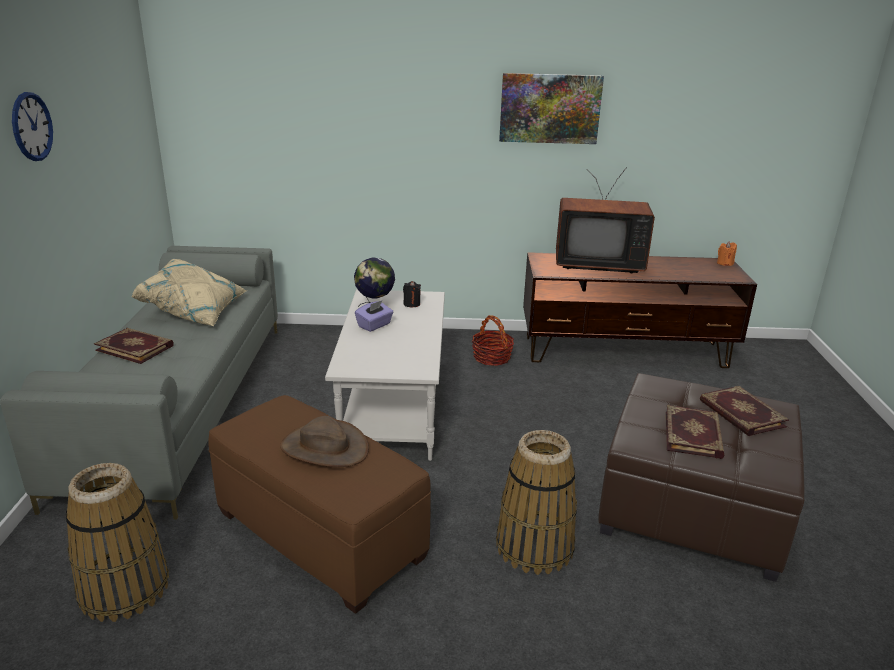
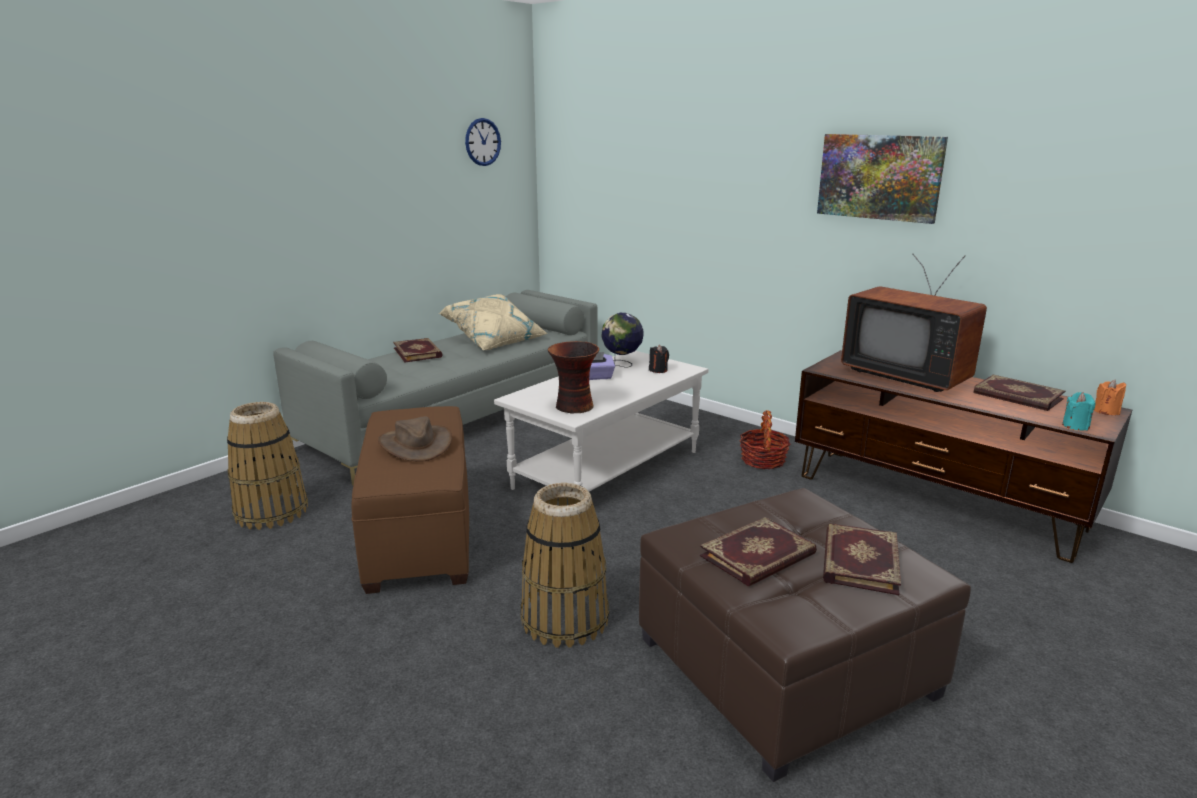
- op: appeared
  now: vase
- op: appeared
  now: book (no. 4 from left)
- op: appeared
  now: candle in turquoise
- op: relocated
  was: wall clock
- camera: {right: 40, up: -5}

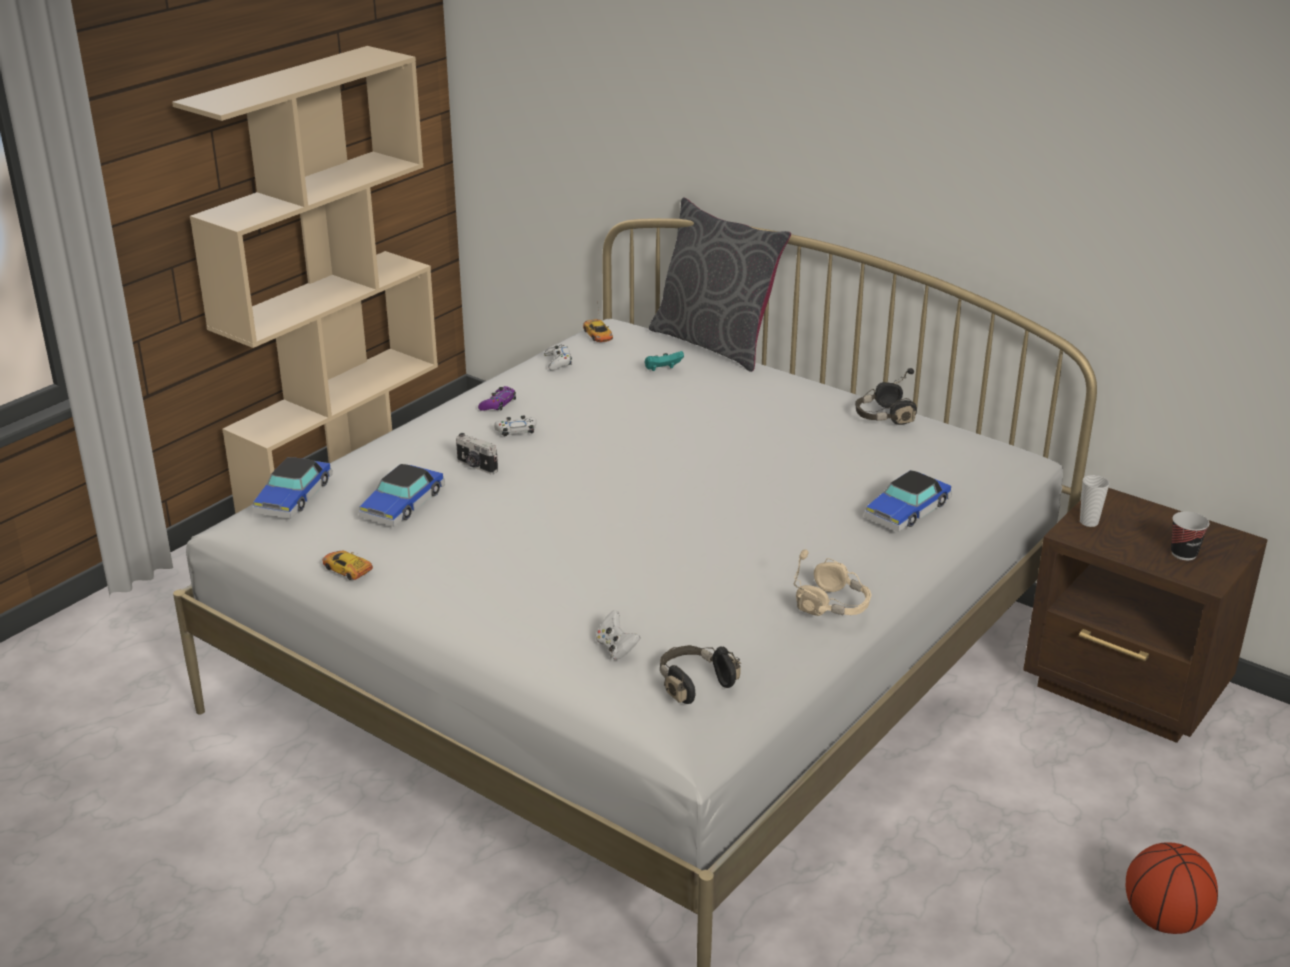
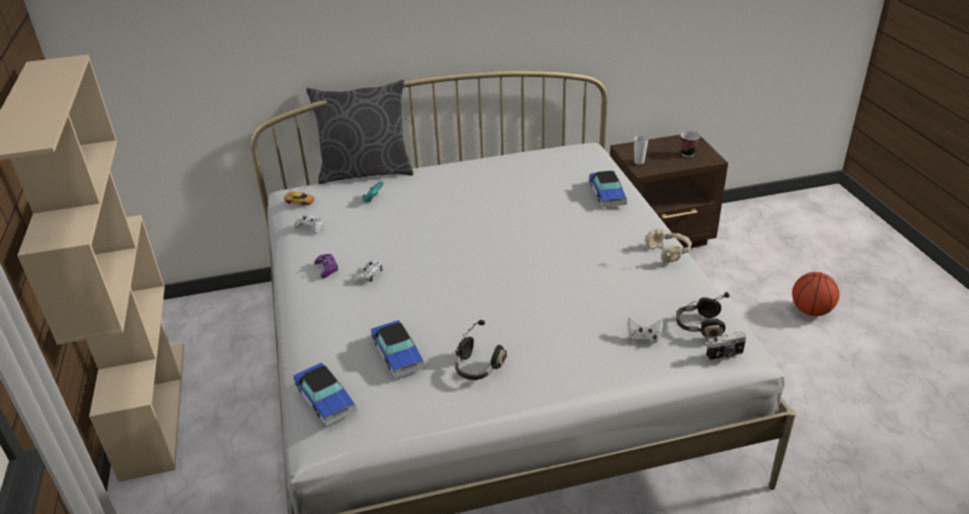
- op: missing
  was: toy car (no. 2 from left)
- op: relocated
  was: photo camera
- op: relocated
  was: headphones in black (no. 2 from left in the first image)
  now: headphones in black (no. 1 from left)
- camera: {right: -50, up: 5}

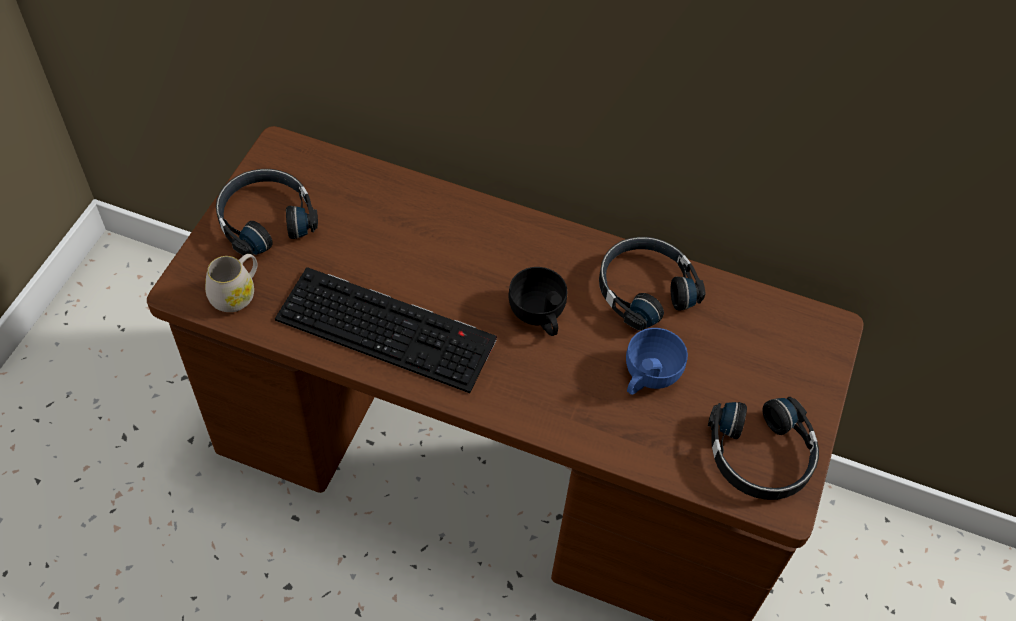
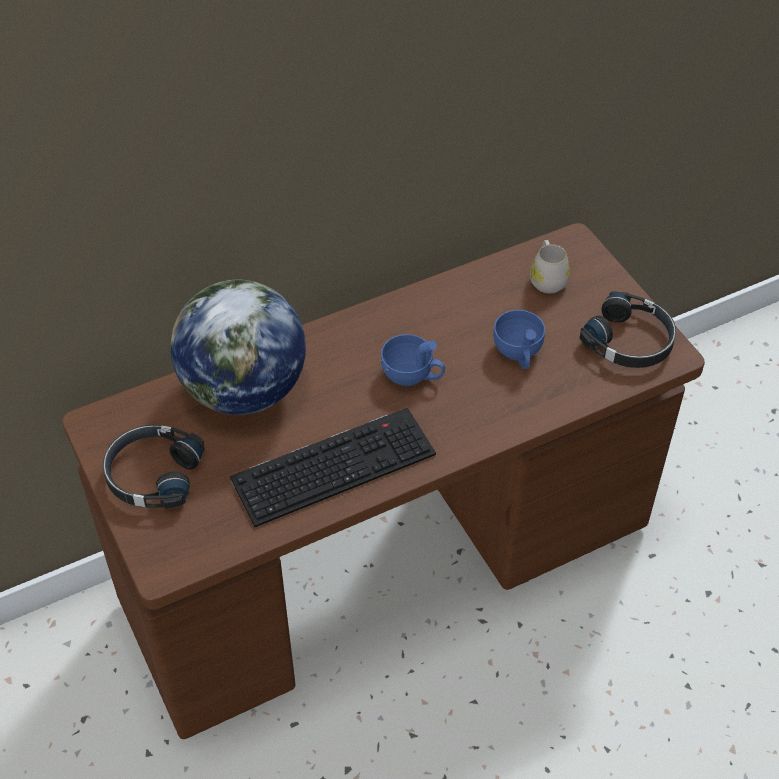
- op: missing
  was: headphones in black (no. 2 from left)
- op: appeared
  now: globe
- op: relocated
  was: mug in white
- op: colour
  was: cup in black
  now: cup in blue (no. 1 from left)
- camera: {right: -45, up: -5}

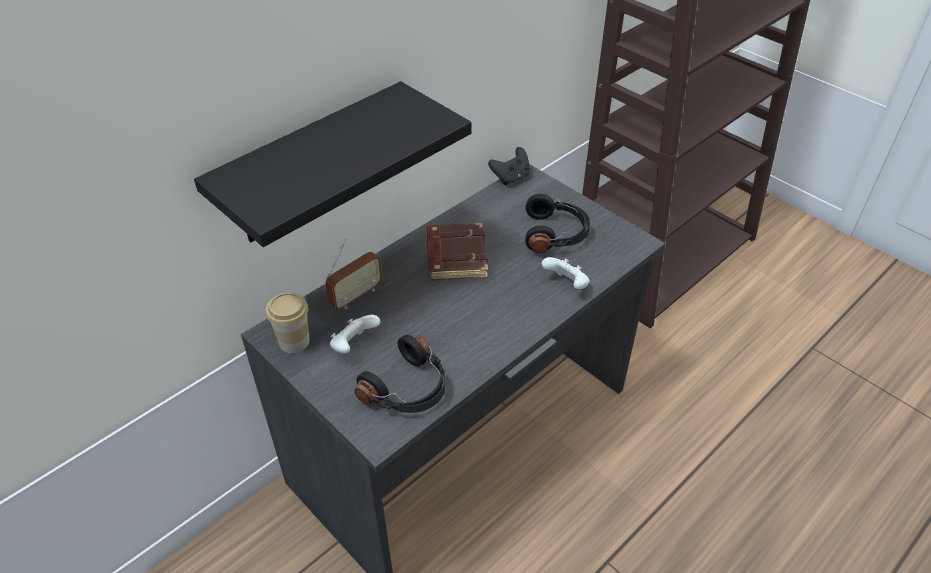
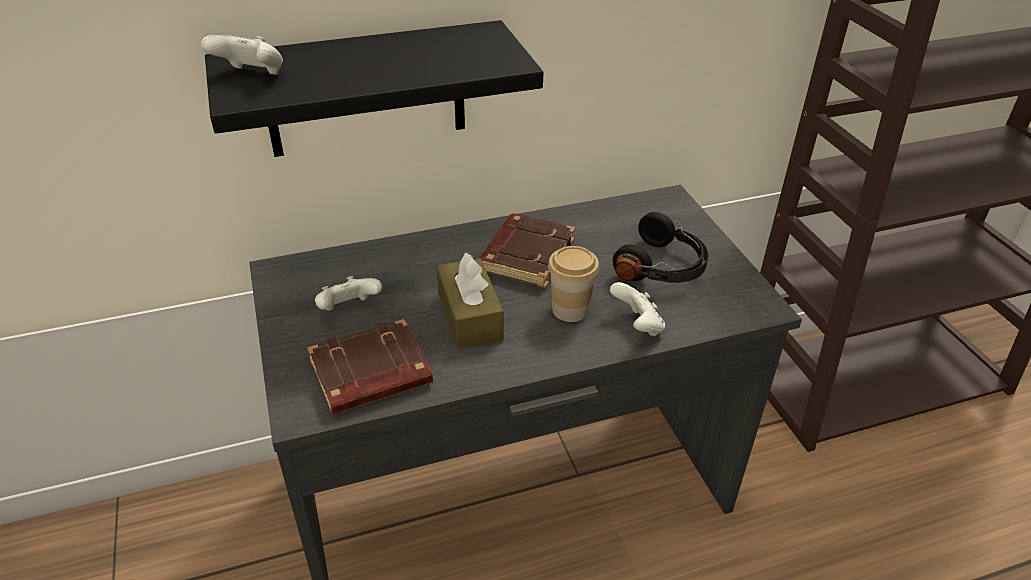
- op: missing
  was: radio
- op: missing
  was: game controller in black
- op: appeared
  now: game controller in white (no. 1 from left)
- op: appeared
  now: tissue box in brown
- op: relocated
  was: cup
- op: exchanged
  was: headphones in black (no. 1 from left)
  now: book in brown (no. 1 from left)
- camera: {right: 25, up: -5}

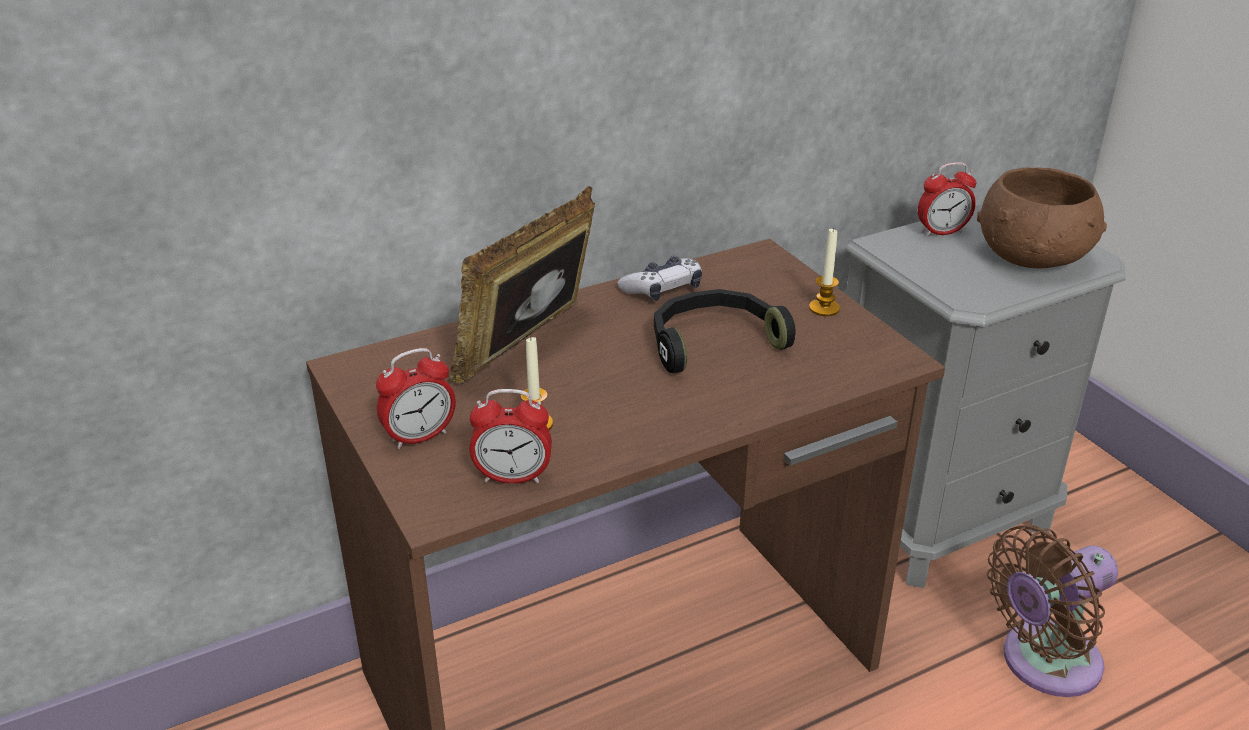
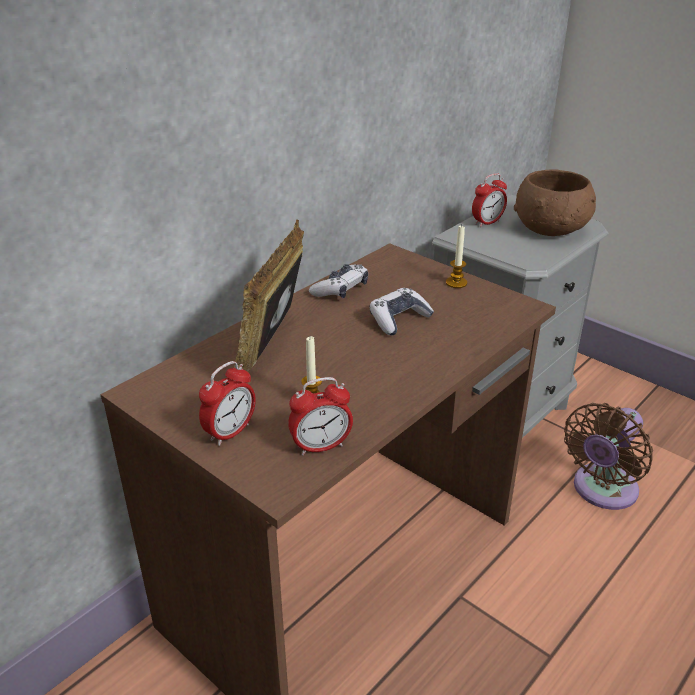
- op: exchanged
  was: headphones in black
  now: game controller (no. 2 from left)
- camera: {right: -20, up: 0}

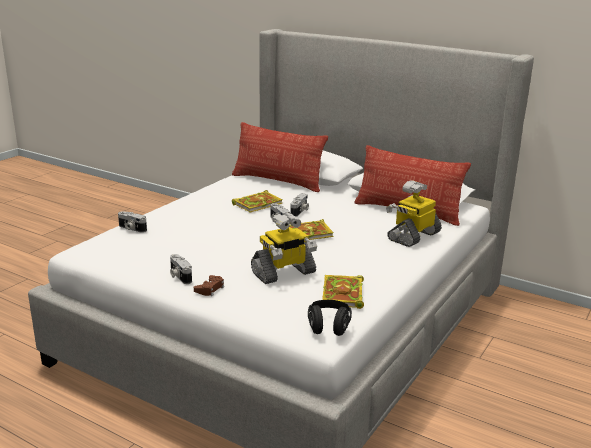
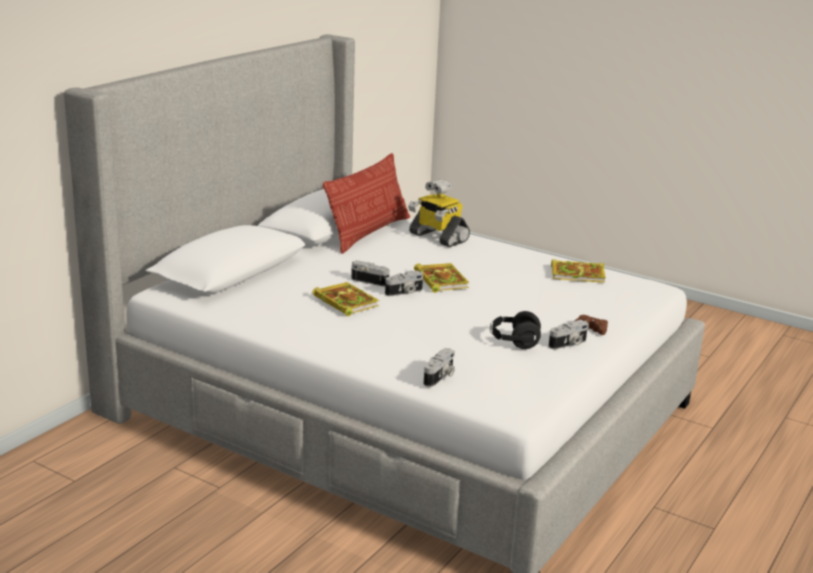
- op: missing
  was: pillow (no. 1 from left)
- op: missing
  was: toy robot (no. 1 from left)
- op: relocated
  was: headphones in black
- camera: {right: -90, up: 0}

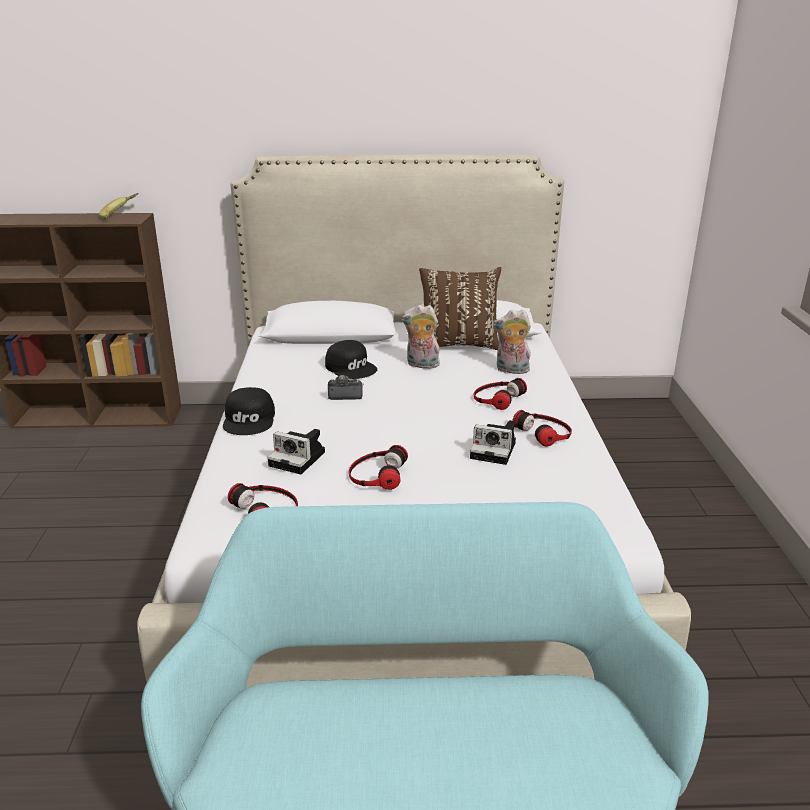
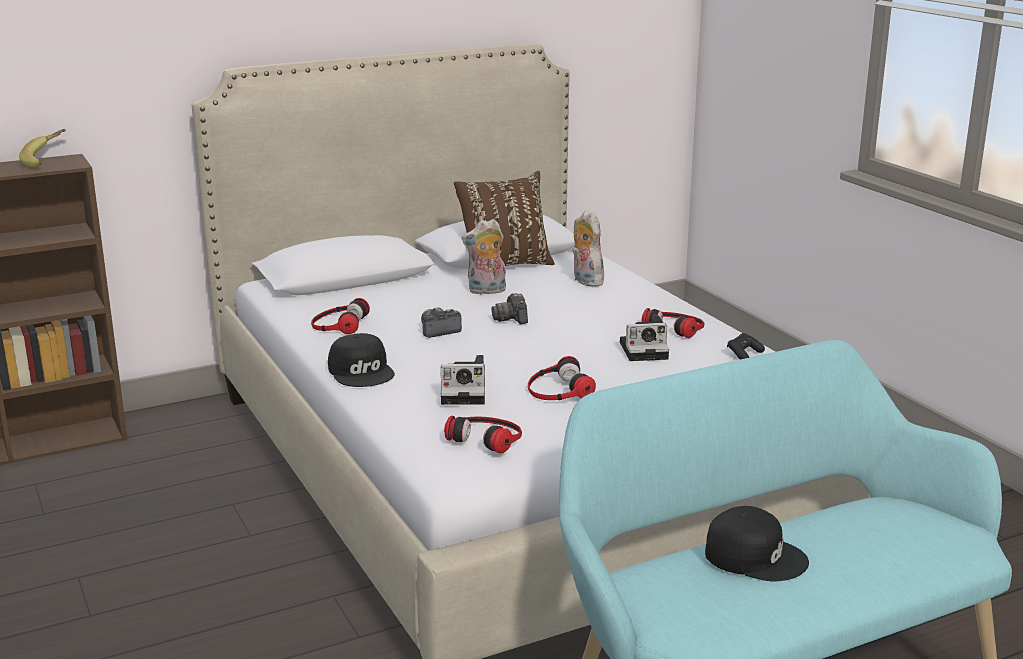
- op: appeared
  now: photo camera (no. 3 from left)
- op: appeared
  now: game controller in black
- op: relocated
  was: cap in black (no. 2 from left)
- op: relocated
  was: headphones (no. 3 from left in the first image)
  now: headphones (no. 1 from left)
- op: spun
  was: plush toy (no. 2 from left)
  clockwise: 75
- camera: {right: -25, up: -5}

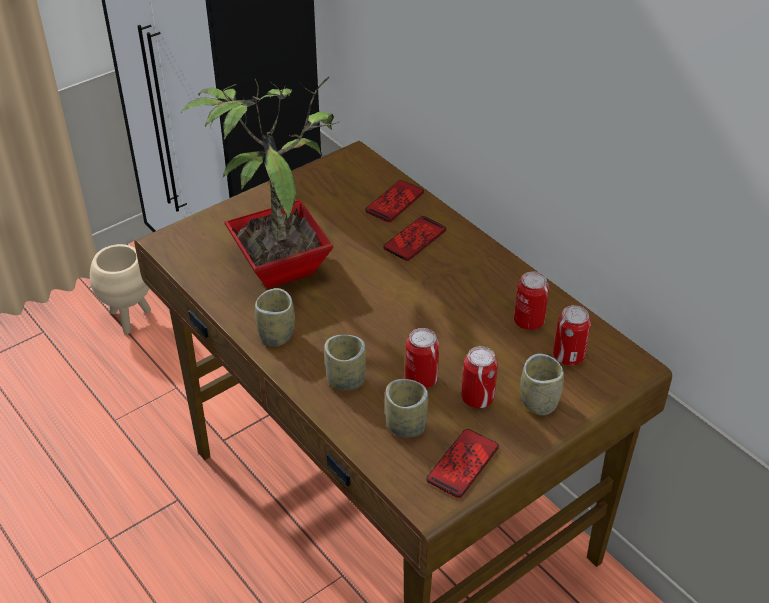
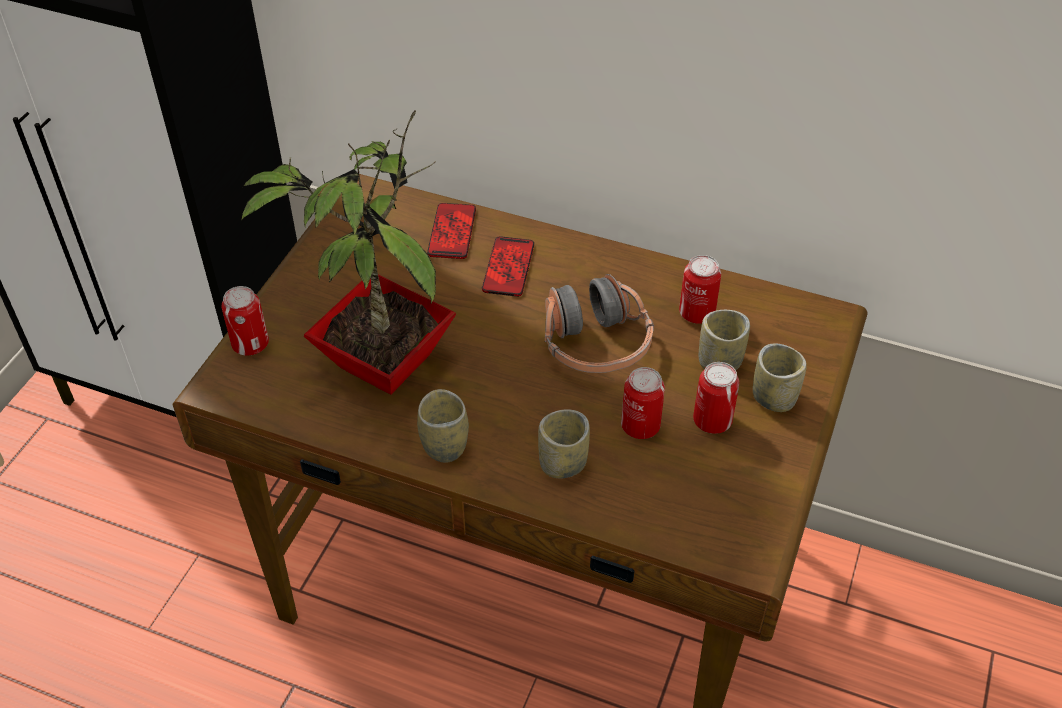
- op: missing
  was: planter in beige
- op: missing
  was: phone (no. 3 from left)
- op: appeared
  now: headphones
- op: relocated
  was: cup (no. 3 from left)
- op: relocated
  was: can (no. 4 from left in the first image)
  now: can (no. 1 from left)
- camera: {right: -30, up: 5}

